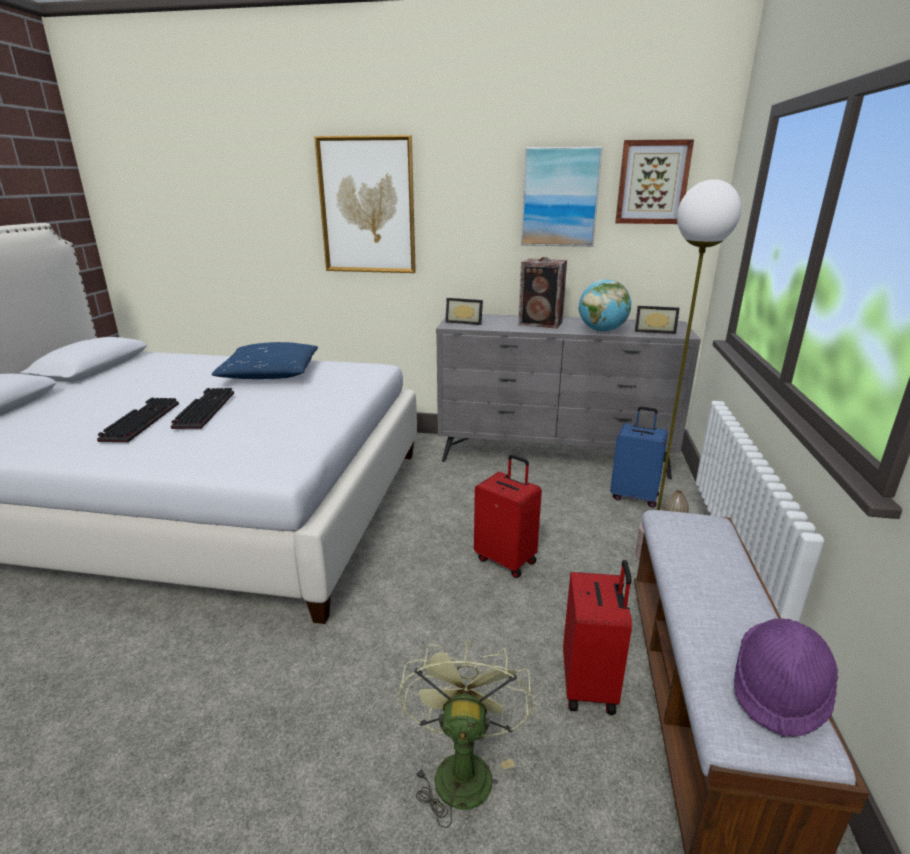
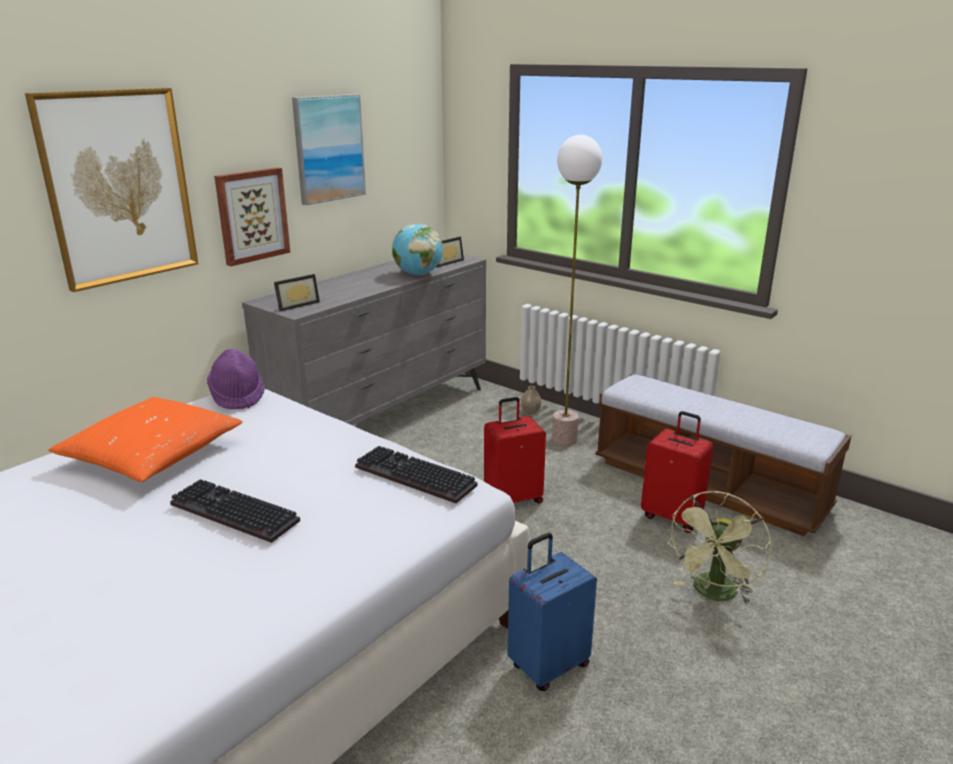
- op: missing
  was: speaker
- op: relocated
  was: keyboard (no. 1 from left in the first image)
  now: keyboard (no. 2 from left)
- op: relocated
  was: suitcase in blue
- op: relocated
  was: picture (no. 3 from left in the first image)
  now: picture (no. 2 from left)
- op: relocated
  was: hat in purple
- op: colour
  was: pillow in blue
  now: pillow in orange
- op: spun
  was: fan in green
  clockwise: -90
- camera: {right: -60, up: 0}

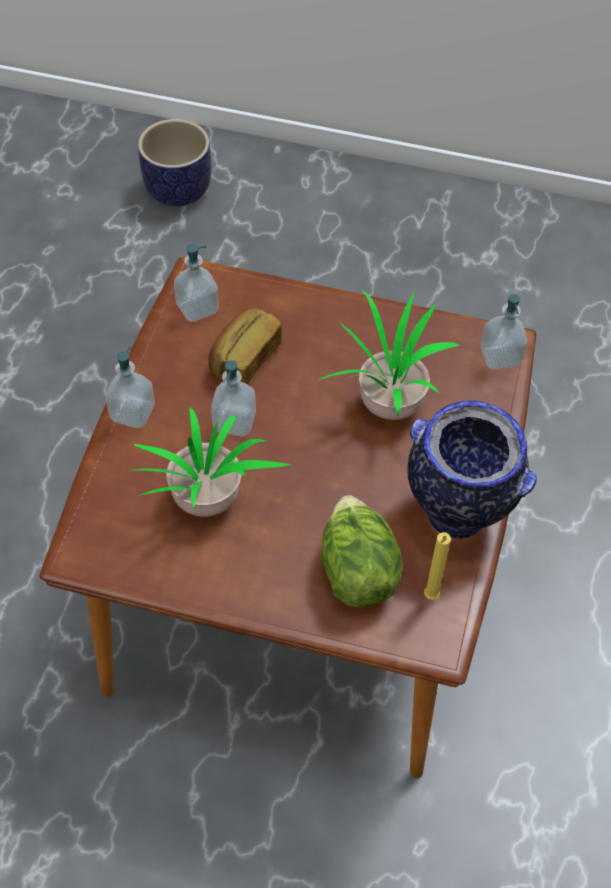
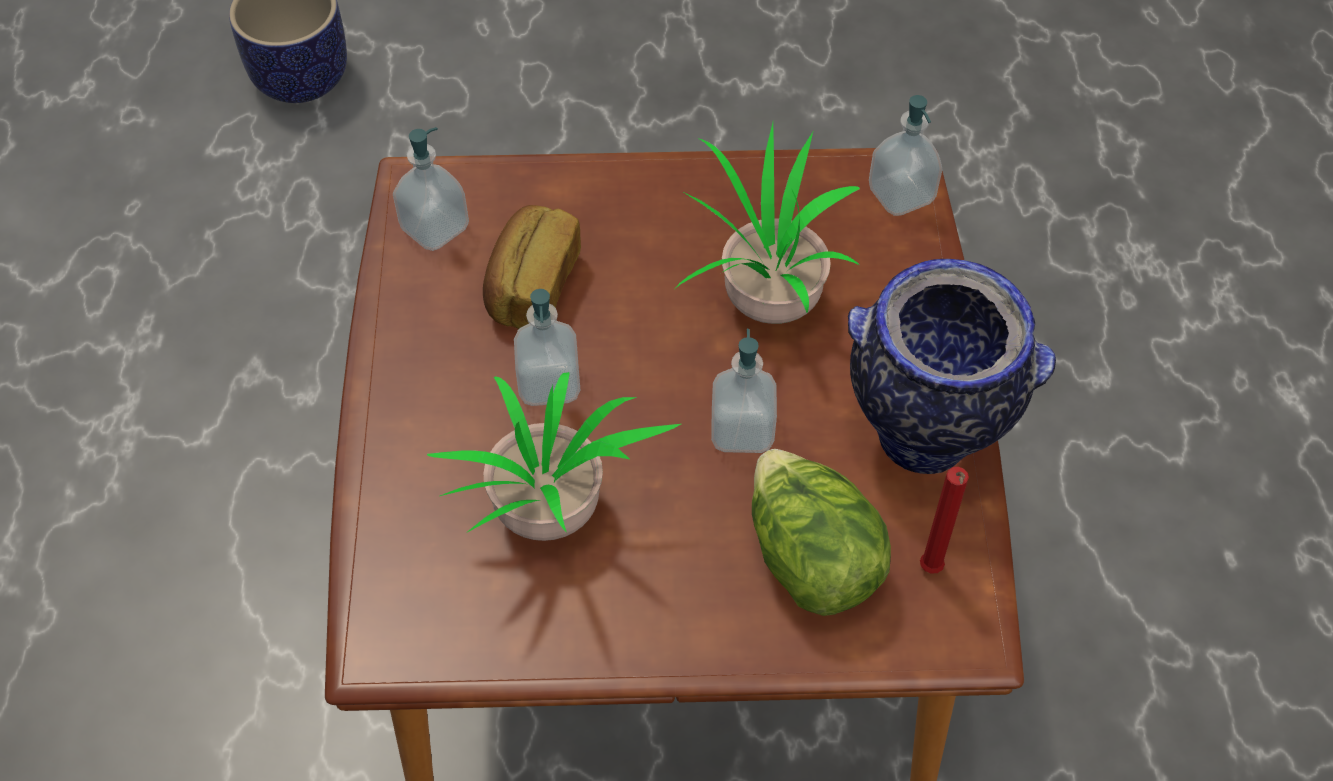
- op: relocated
  was: soap dispenser (no. 1 from left in the first image)
  now: soap dispenser (no. 3 from left)
- op: colour
  was: candle in yellow
  now: candle in red
- camera: {right: -15, up: 0}

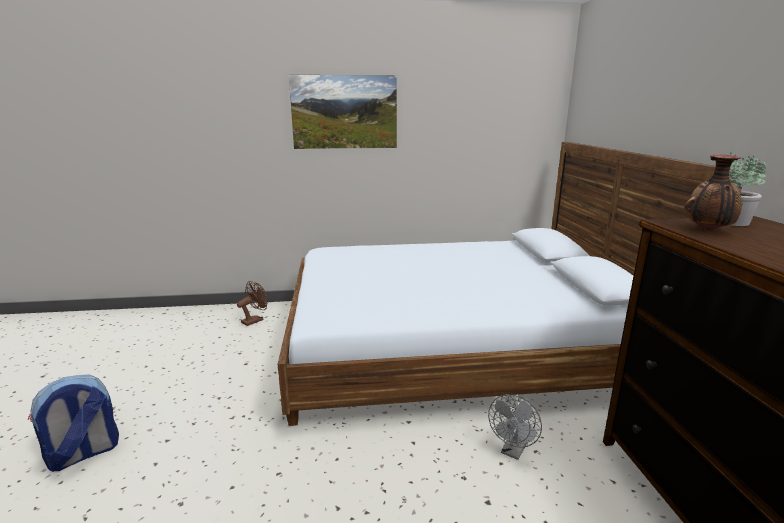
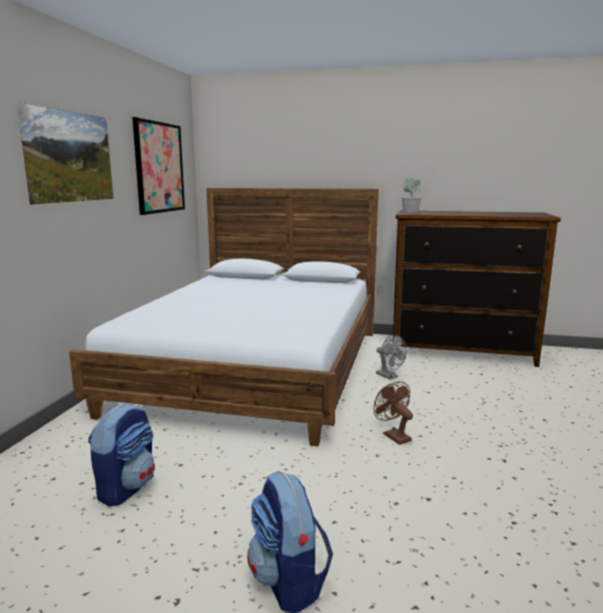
- op: missing
  was: vase
- op: appeared
  now: backpack (no. 1 from left)
- op: appeared
  now: picture (no. 2 from left)
- op: relocated
  was: fan in brown
- camera: {right: -70, up: -5}

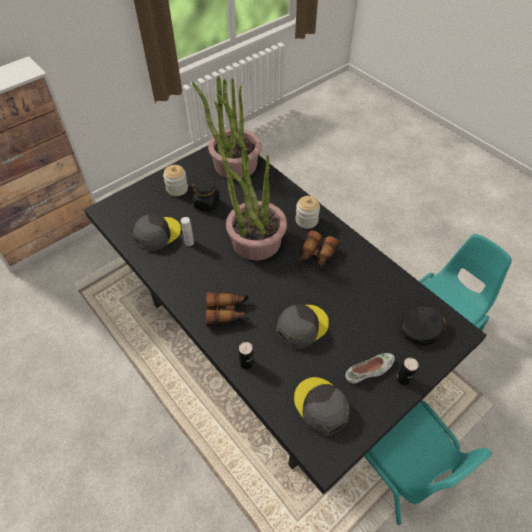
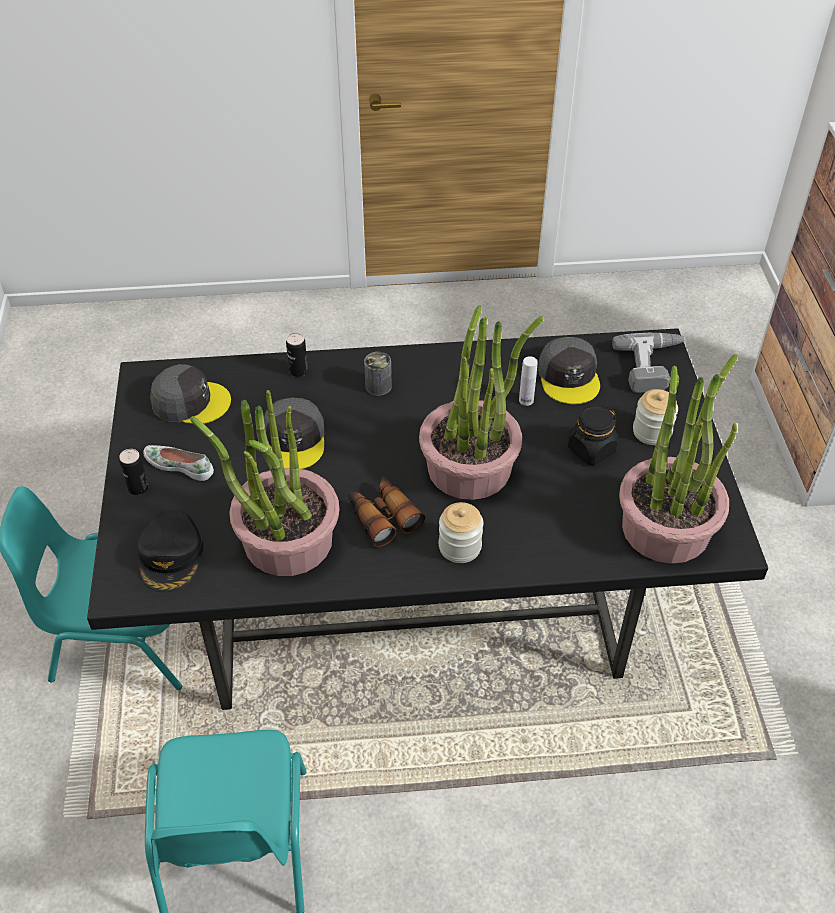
- op: appeared
  now: potted plant (no. 1 from left)
- op: appeared
  now: power drill
- op: exchanged
  was: binoculars (no. 1 from left)
  now: can (no. 3 from left)
- op: spun
  was: shoe in white
  clockwise: 105
- camera: {right: 125, up: -5}

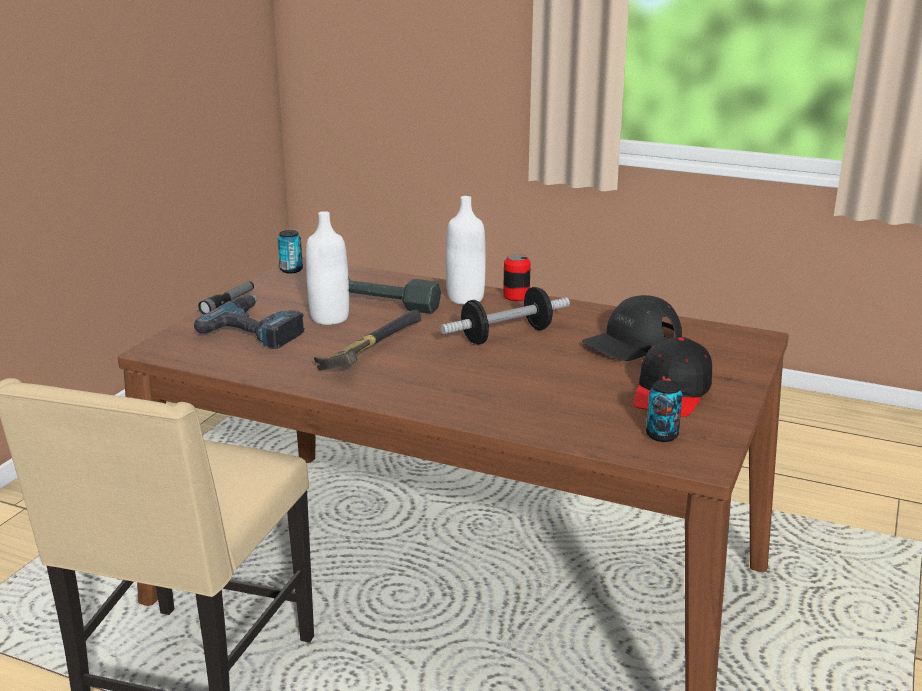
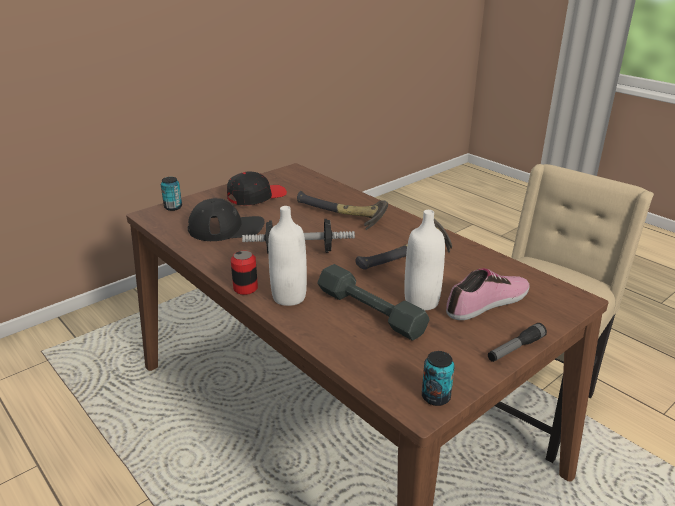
- op: appeared
  now: hammer (no. 1 from left)
- op: relocated
  was: can (no. 3 from left in the first image)
  now: can (no. 1 from left)
- op: exchanged
  was: power drill
  now: shoe
- camera: {right: -155, up: 5}

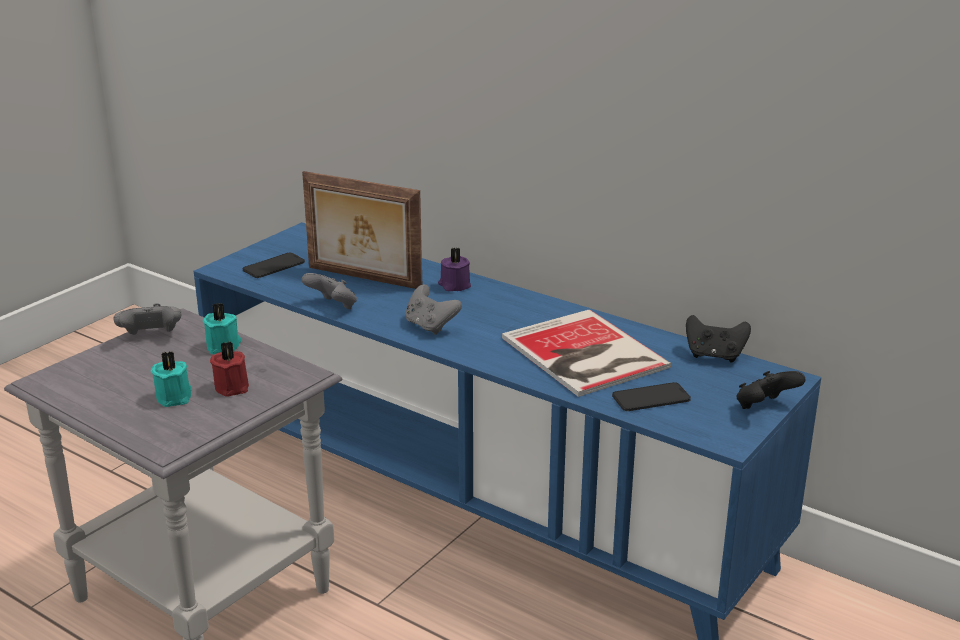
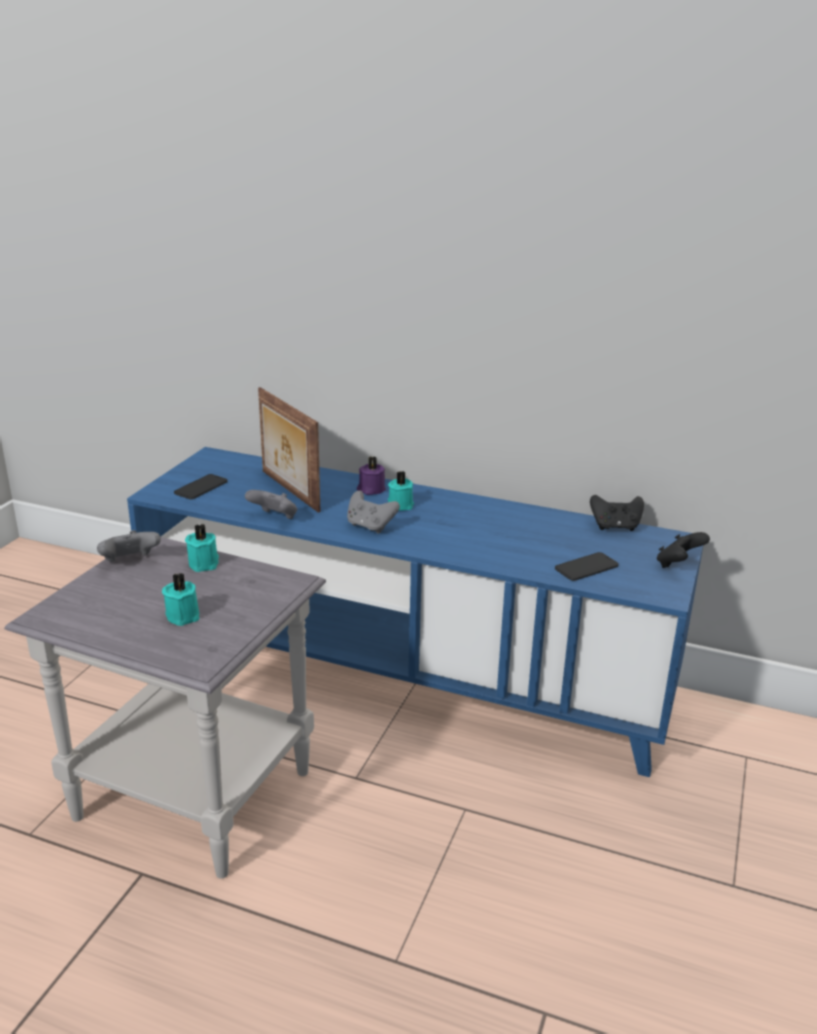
- op: missing
  was: candle in red
- op: missing
  was: book
- op: appeared
  now: candle in turquoise (no. 3 from left)
- op: spun
  was: picture frame
  clockwise: 45
- camera: {right: -15, up: 0}

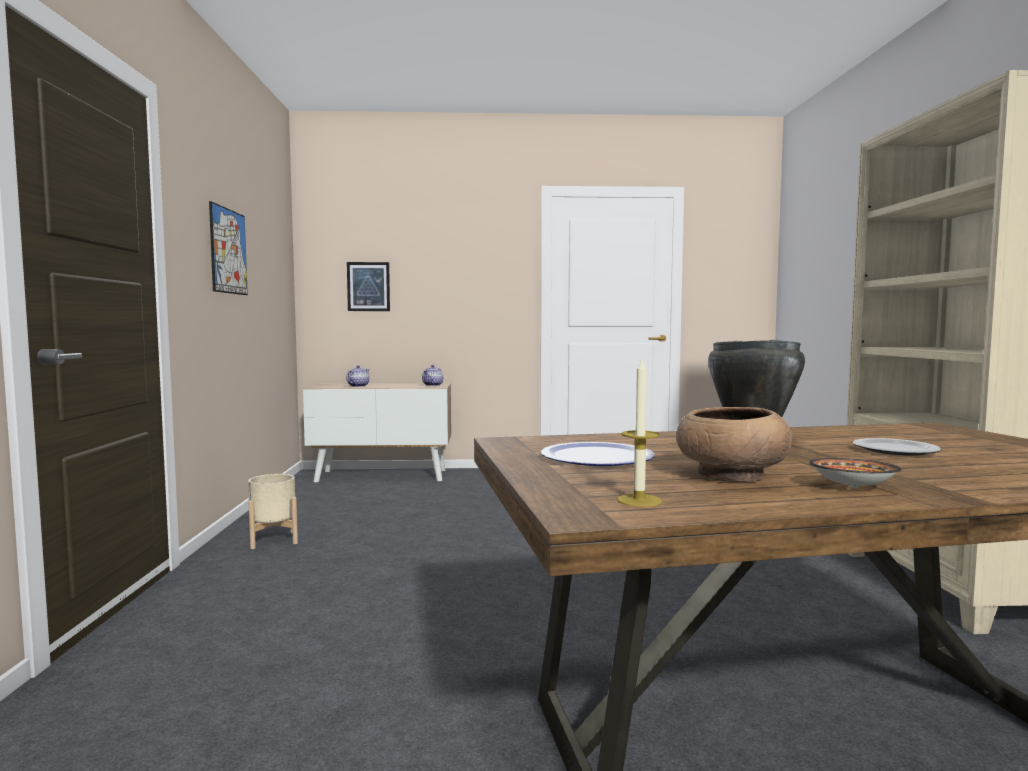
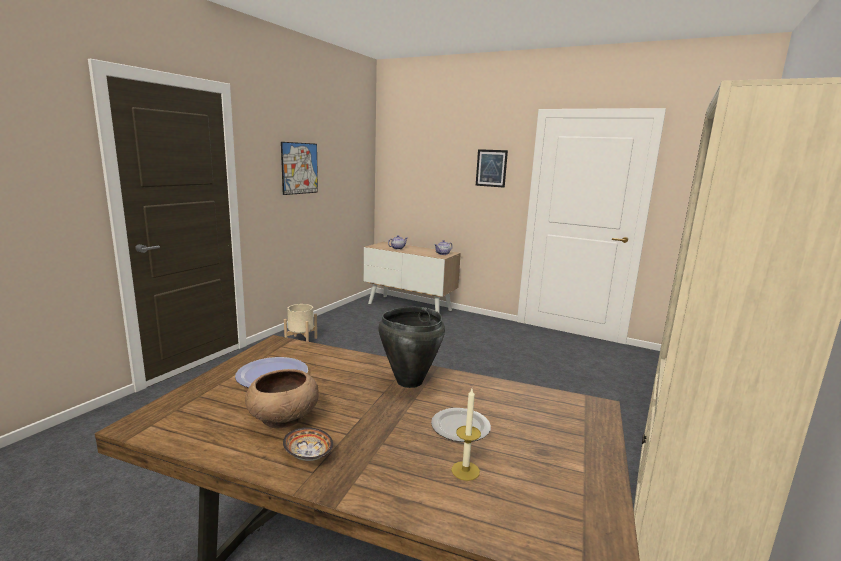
- op: relocated
  was: picture (no. 2 from left)
- op: relocated
  was: candle
- camera: {right: 30, up: 10}

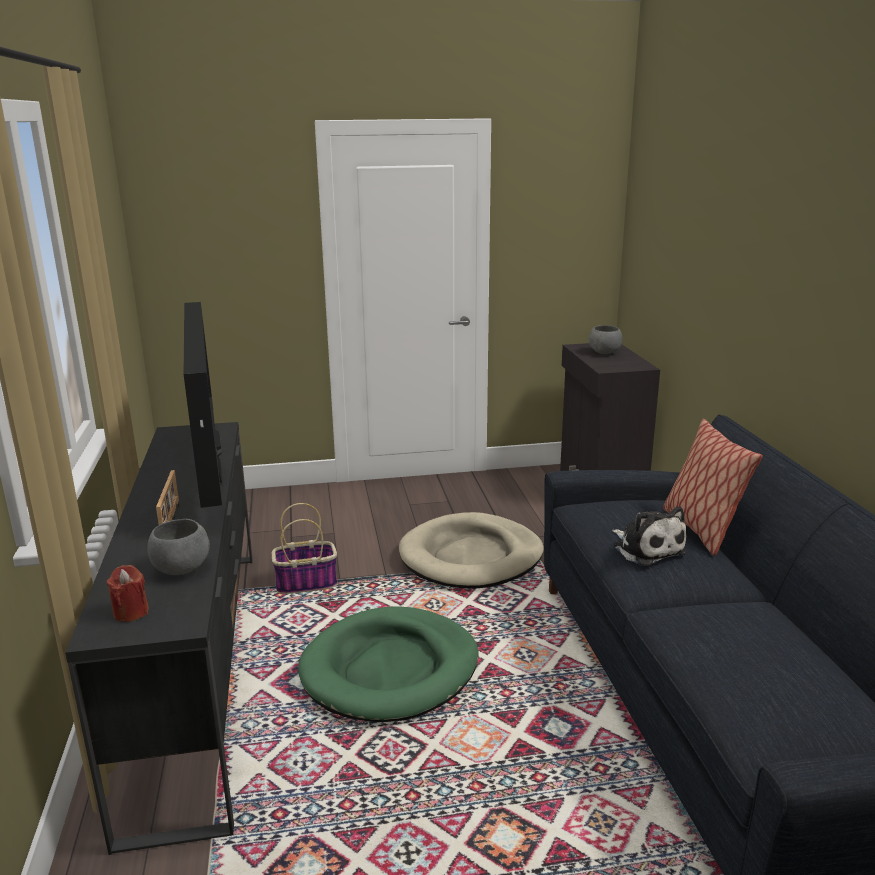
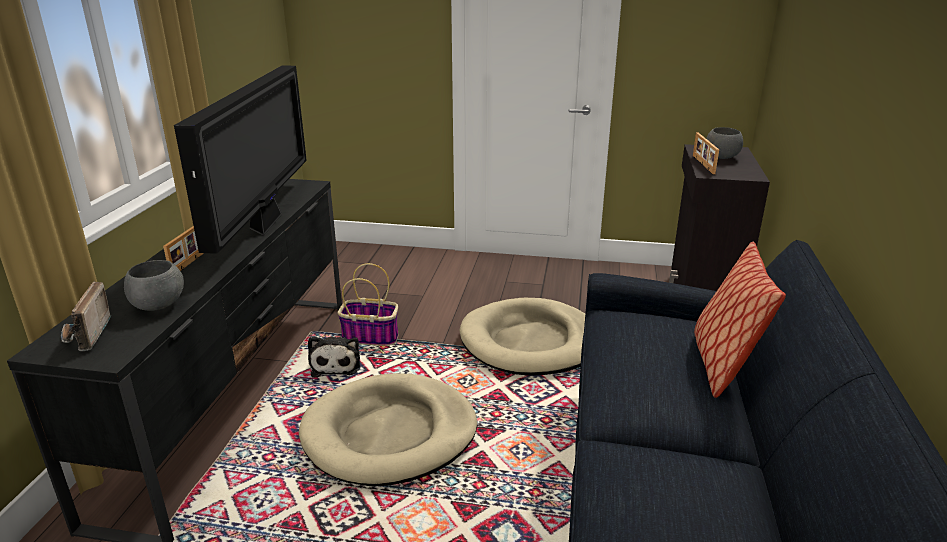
- op: appeared
  now: picture frame (no. 2 from left)
- op: relocated
  was: plush toy
- op: exchanged
  was: candle in red
  now: radio
- op: colour
  was: dog bed in green
  now: dog bed in beige (no. 1 from left)
- camera: {right: 20, up: 5}

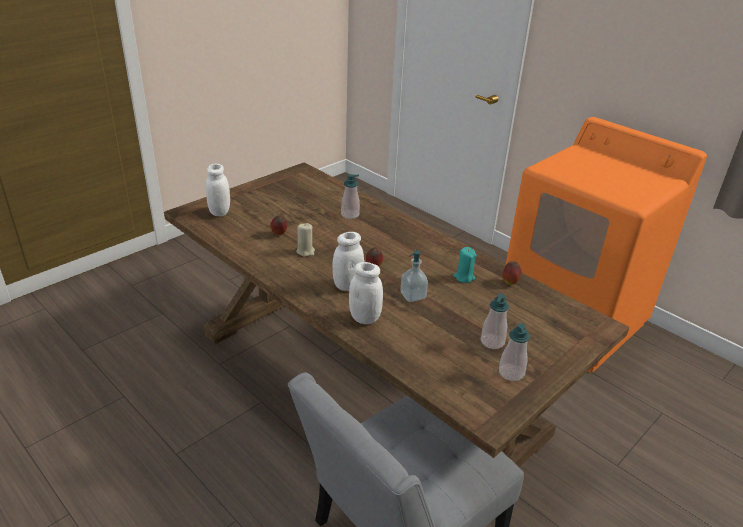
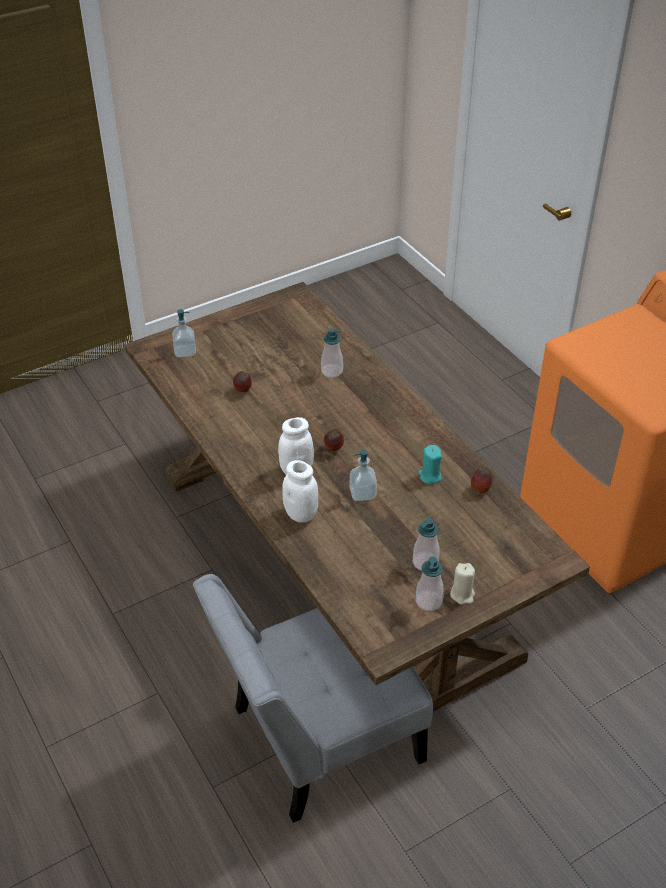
- op: relocated
  was: candle in beige
- op: exchanged
  was: jar in white (no. 1 from left)
  now: soap dispenser (no. 1 from left)
- camera: {right: 15, up: 10}

